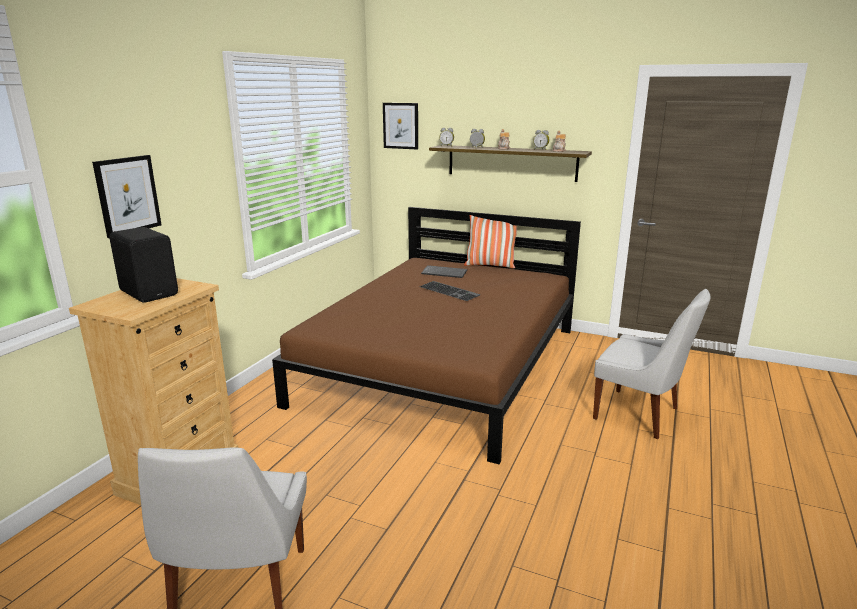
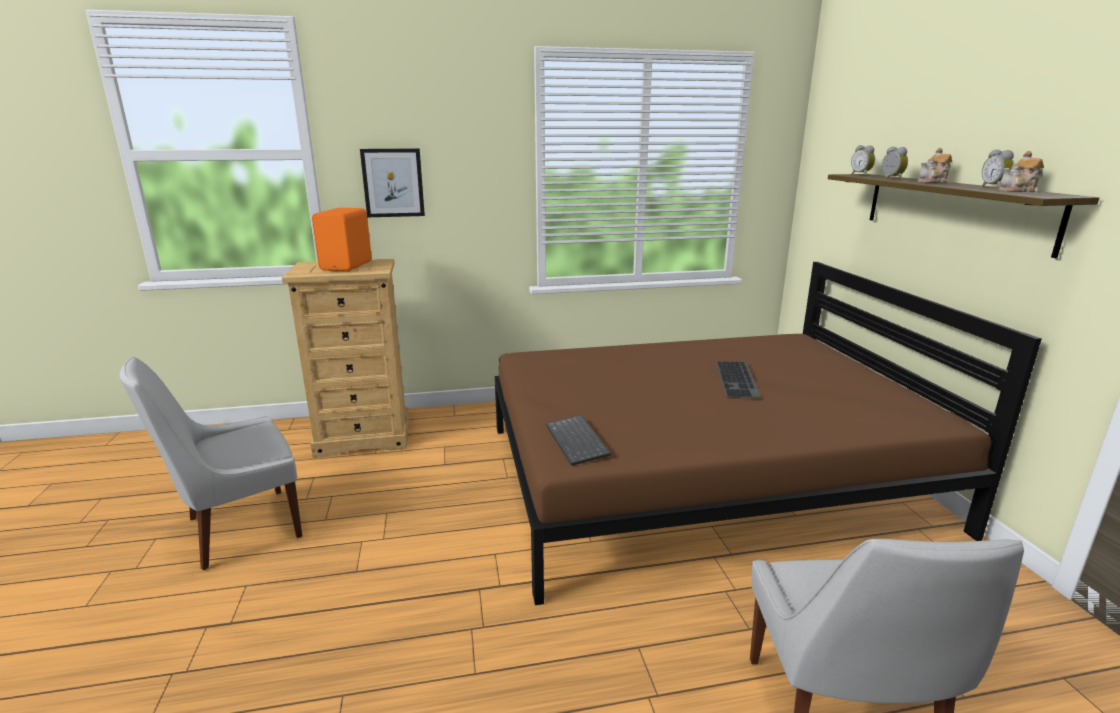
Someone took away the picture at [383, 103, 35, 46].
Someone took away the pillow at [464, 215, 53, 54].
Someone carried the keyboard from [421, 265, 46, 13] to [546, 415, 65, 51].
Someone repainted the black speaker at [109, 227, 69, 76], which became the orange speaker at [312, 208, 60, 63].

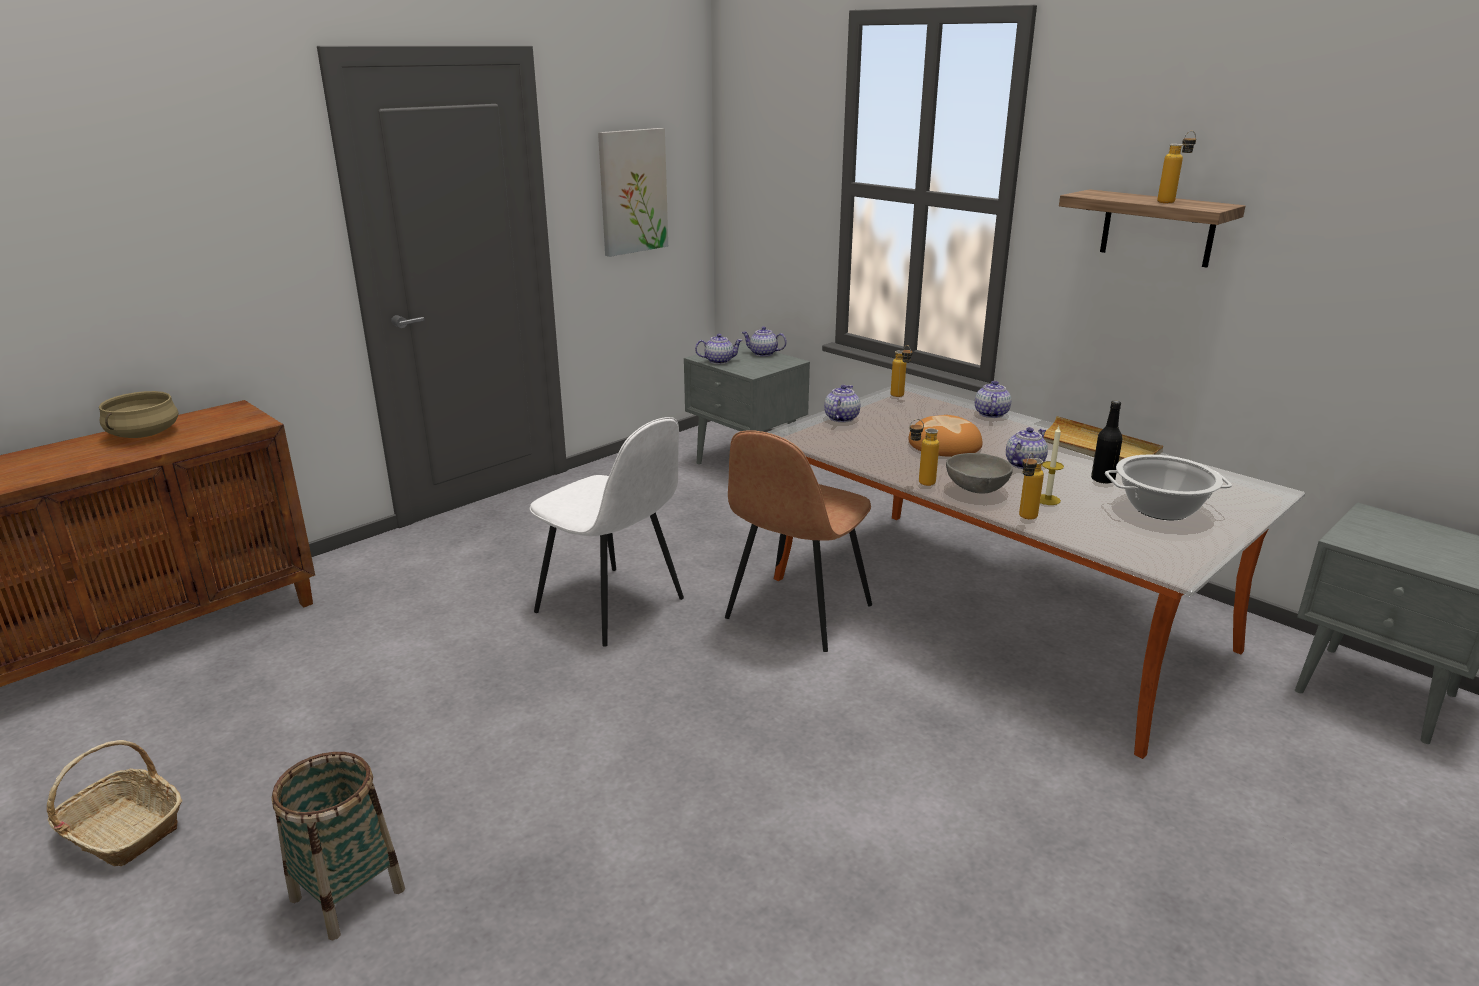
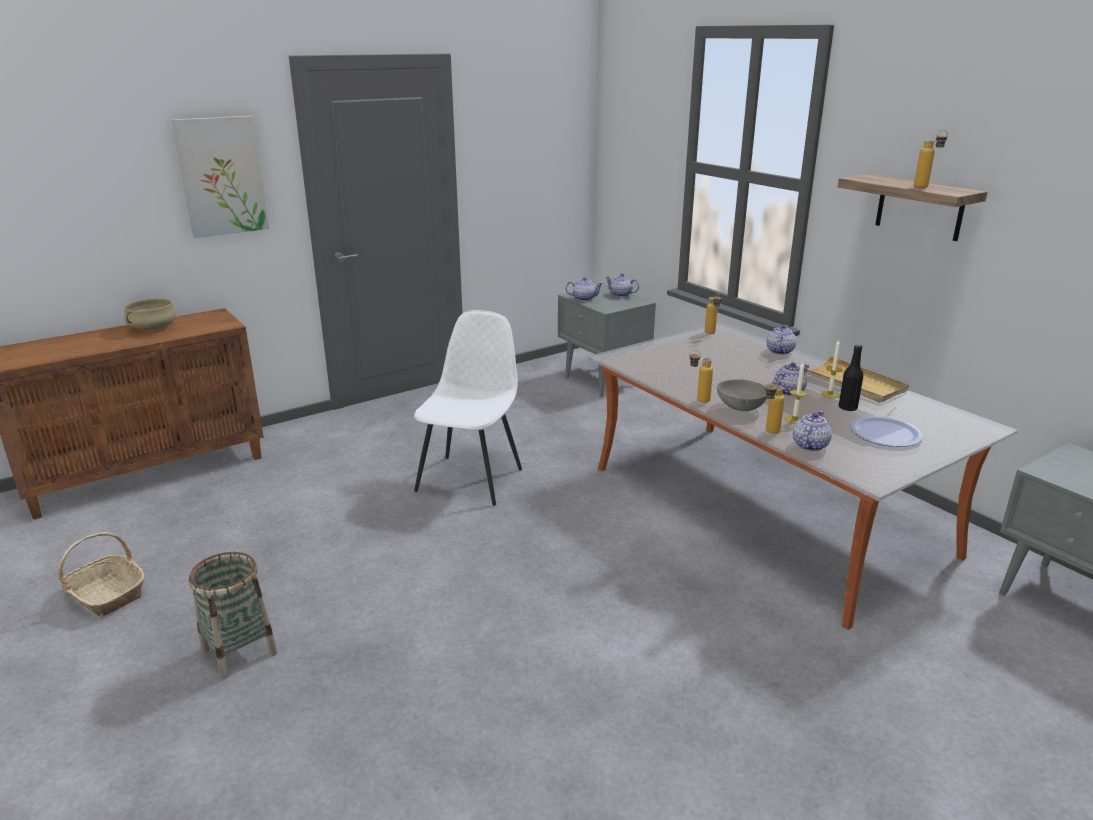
Someone took away the brown chair at [725, 430, 147, 222].
Someone took away the bread at [908, 415, 74, 42].
Someone put down the candle at [821, 340, 21, 58].
Someone carried the picture from [598, 128, 70, 129] to [172, 116, 97, 122].
Someone carried the teapot from [824, 385, 36, 38] to [793, 411, 39, 40].
Someone swapped the cooking pot at [1105, 454, 127, 66] for the plate at [850, 416, 73, 31].
Someone rotated the white chair at [530, 417, 154, 230] by 120 degrees counterclockwise.

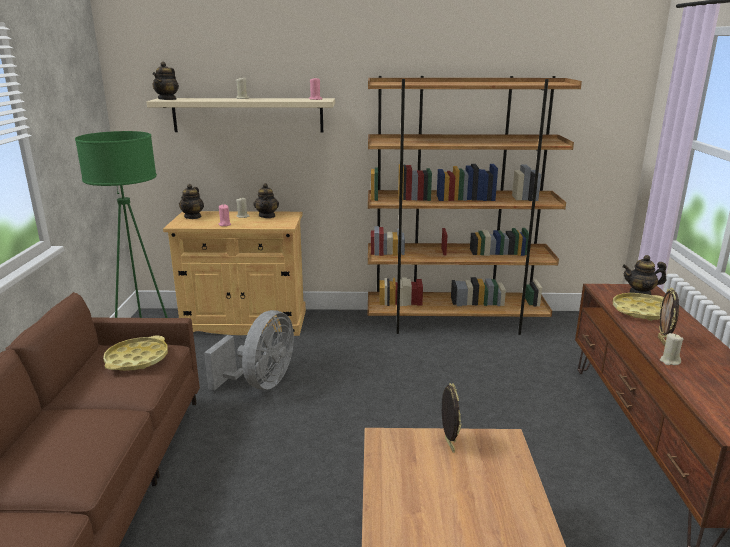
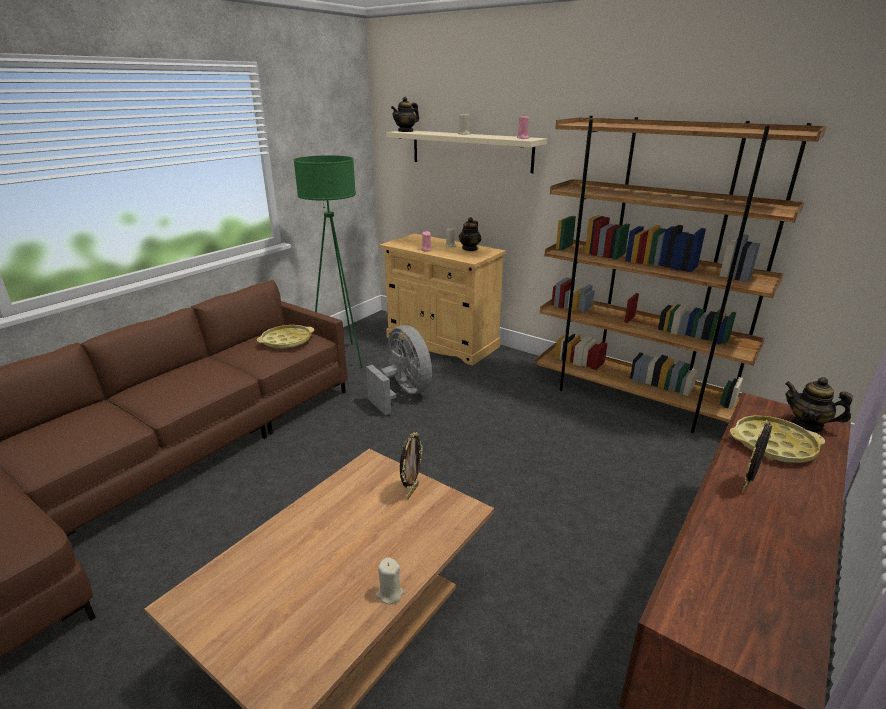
Someone took away the teapot at [179, 184, 25, 35].
Someone carried the beige candle from [660, 333, 23, 32] to [375, 557, 29, 47].
Someone rotated the grey fan at [204, 310, 90, 81] by 90 degrees counterclockwise.

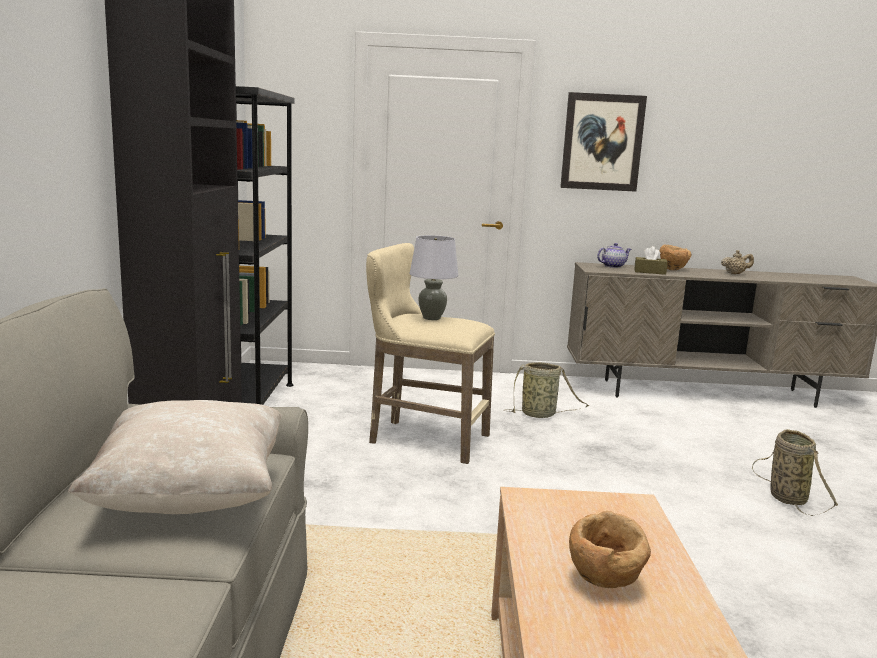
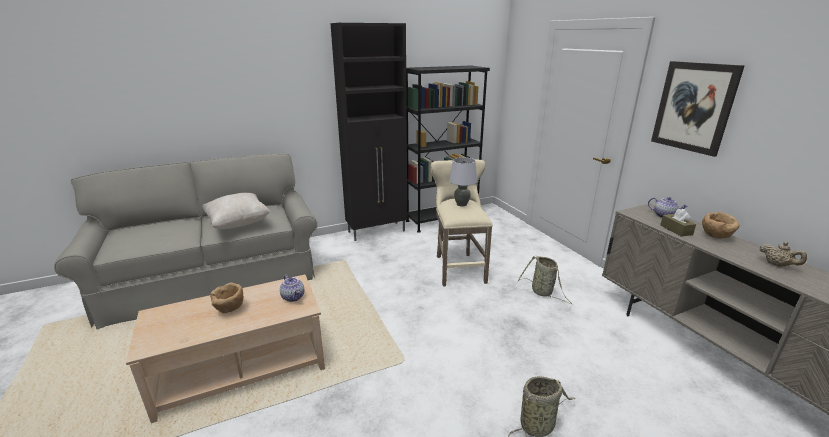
Someone put down the teapot at [280, 275, 24, 27].

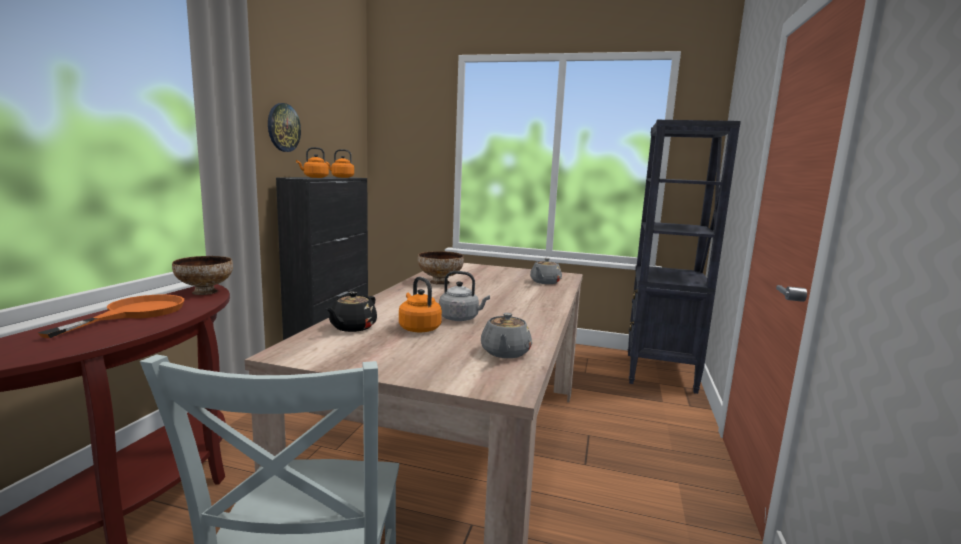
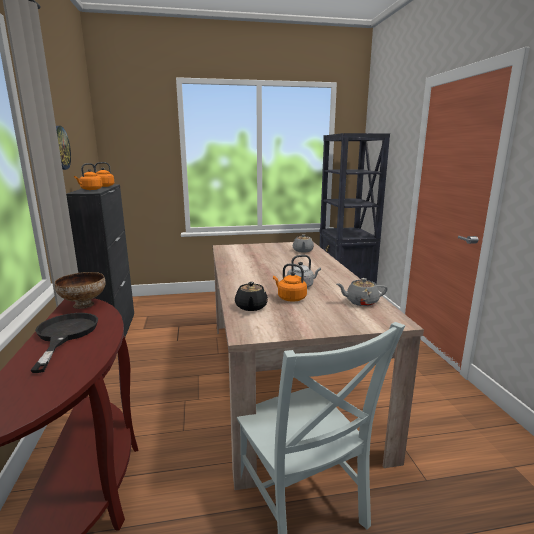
Someone took away the bowl at [418, 251, 46, 34].
Someone repainted the orange frying pan at [38, 295, 146, 43], which became the black frying pan at [31, 313, 67, 60].
Someone rotated the grey teapot at [481, 313, 51, 45] by 105 degrees clockwise.

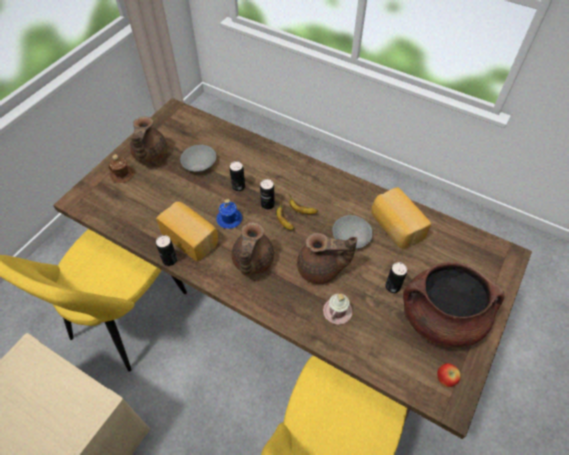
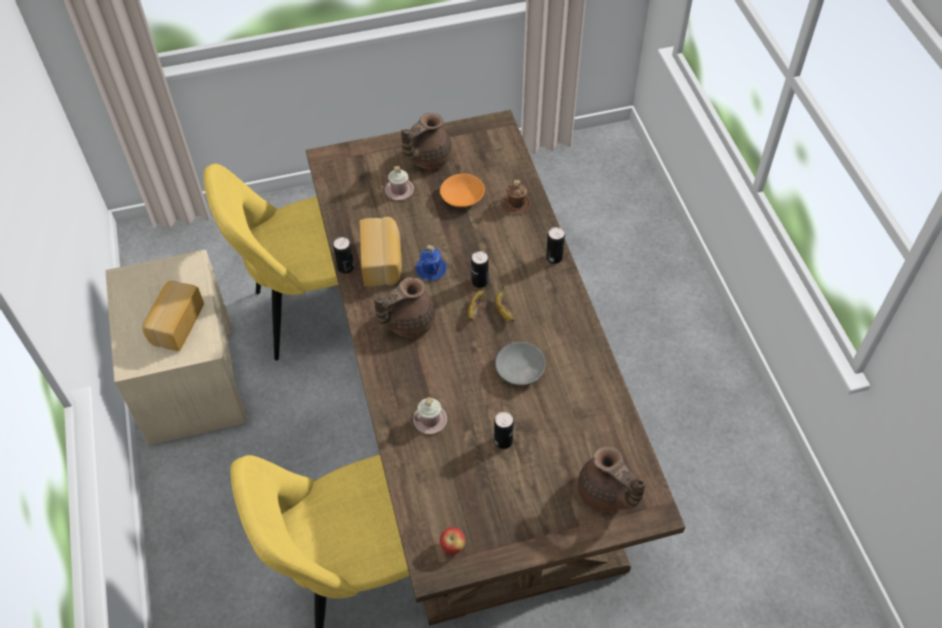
Someone took away the brown cooking pot at [403, 262, 102, 86].
Someone put down the pink mug at [385, 166, 29, 34].
Someone carried the brown mug from [108, 154, 26, 29] to [502, 180, 29, 34].
Someone carried the can from [230, 161, 15, 30] to [546, 227, 19, 37].
Someone carried the brown teapot from [297, 233, 60, 51] to [578, 446, 68, 66].
Someone carried the bread from [371, 187, 60, 62] to [142, 280, 62, 71].
Someone repainted the grey bowl at [180, 145, 36, 27], which became the orange bowl at [440, 173, 45, 34].

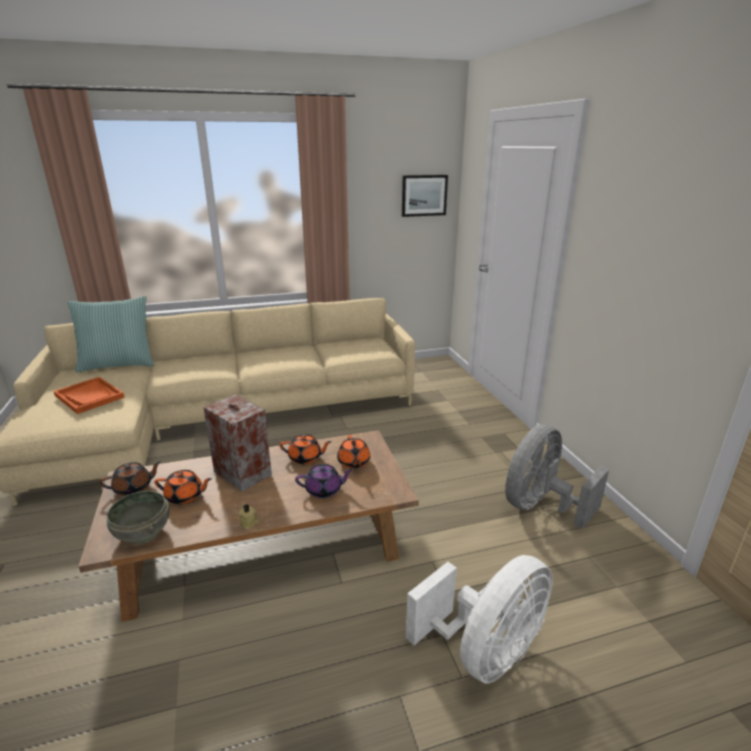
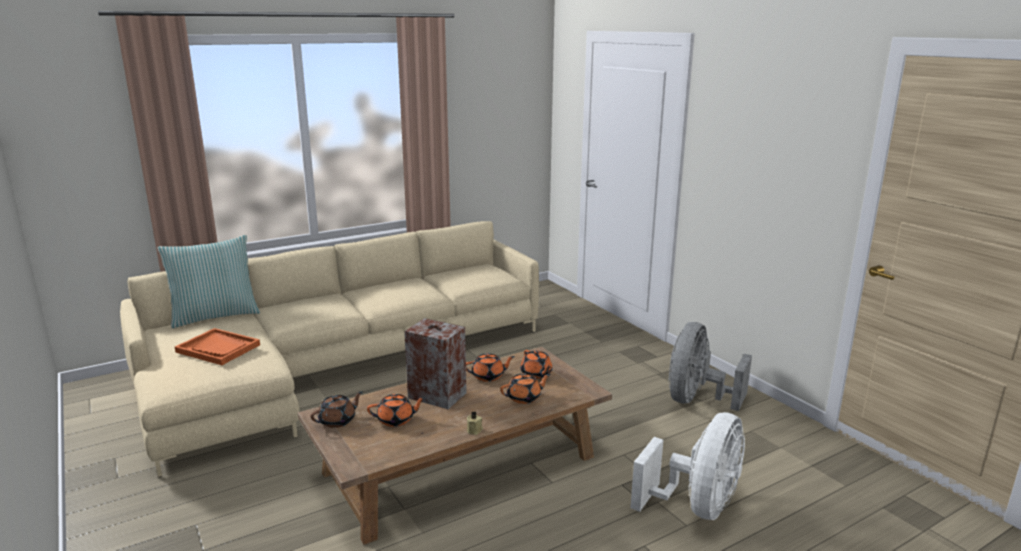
Someone took away the grey bowl at [106, 491, 64, 53].
Someone took away the picture at [402, 175, 46, 42].
Someone repainted the purple teapot at [295, 464, 59, 34], which became the orange teapot at [500, 373, 50, 31].

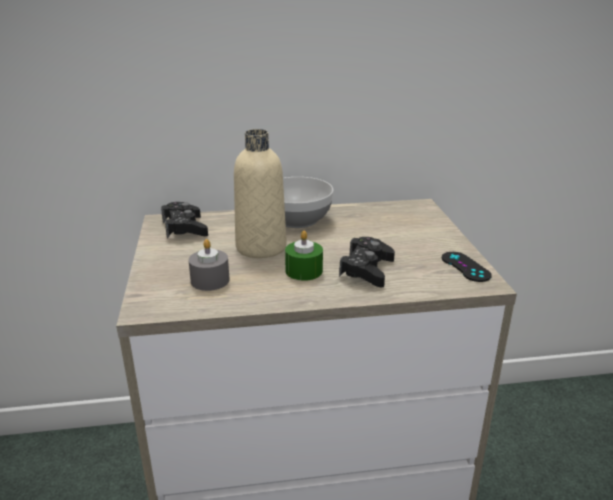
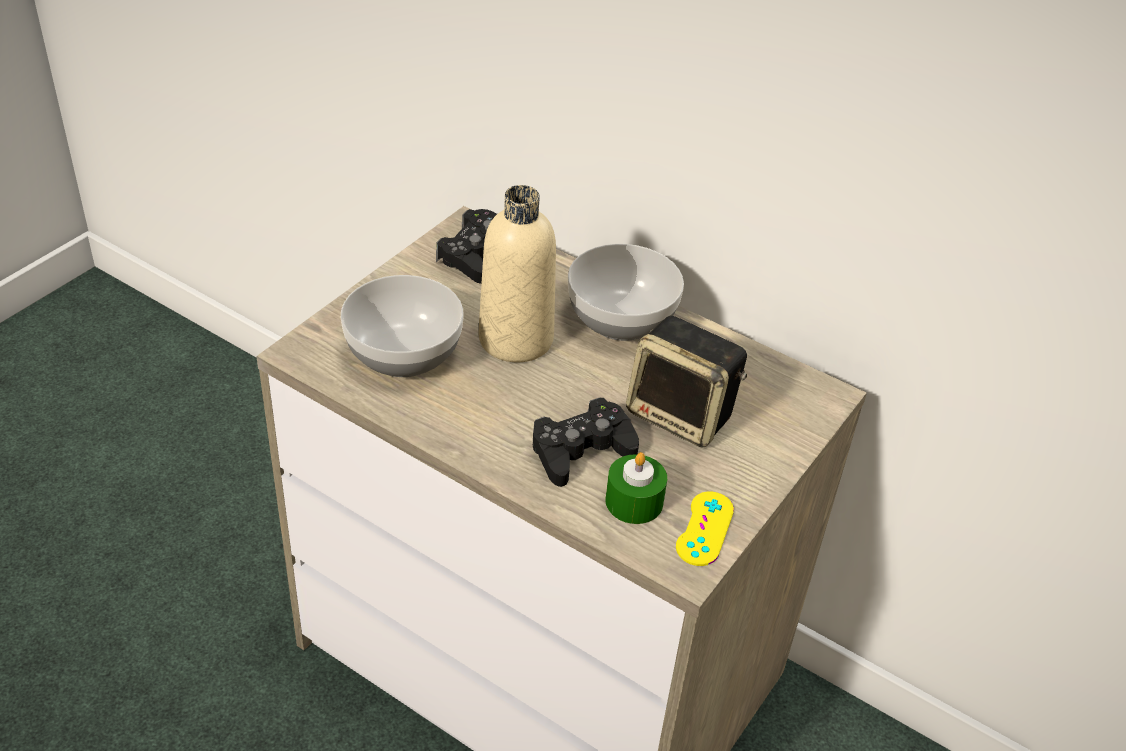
Someone put down the speaker at [626, 316, 121, 132].
Someone carried the green candle from [285, 230, 38, 51] to [606, 452, 61, 72].
Someone swapped the grey candle at [188, 239, 42, 52] for the bowl at [341, 275, 123, 102].
Someone repainted the black game controller at [442, 252, 50, 30], which became the yellow game controller at [676, 491, 58, 75].

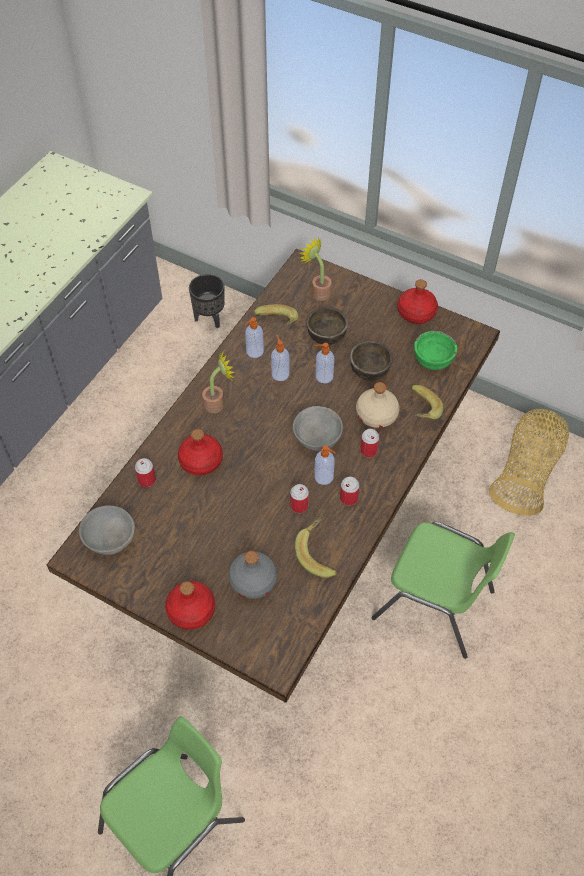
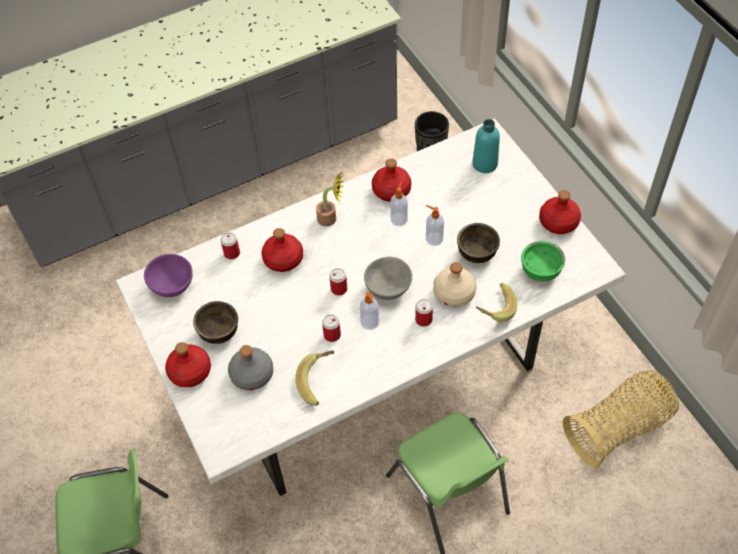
Someone took away the banana at [253, 304, 46, 22].
Someone carried the brown bowl from [306, 307, 42, 39] to [193, 301, 45, 43].
Someone carried the can from [340, 477, 19, 29] to [329, 268, 18, 27].
Someone swapped the soap dispenser at [245, 317, 19, 41] for the red bottle at [372, 159, 39, 43].
Someone swapped the potted plant at [300, 237, 31, 64] for the turquoise bottle at [472, 119, 28, 54].
Someone repainted the brown dining table at [47, 249, 453, 454], which became the white dining table at [116, 119, 510, 377].
Someone repainted the grey bowl at [79, 505, 56, 50], which became the purple bowl at [144, 254, 49, 43].

